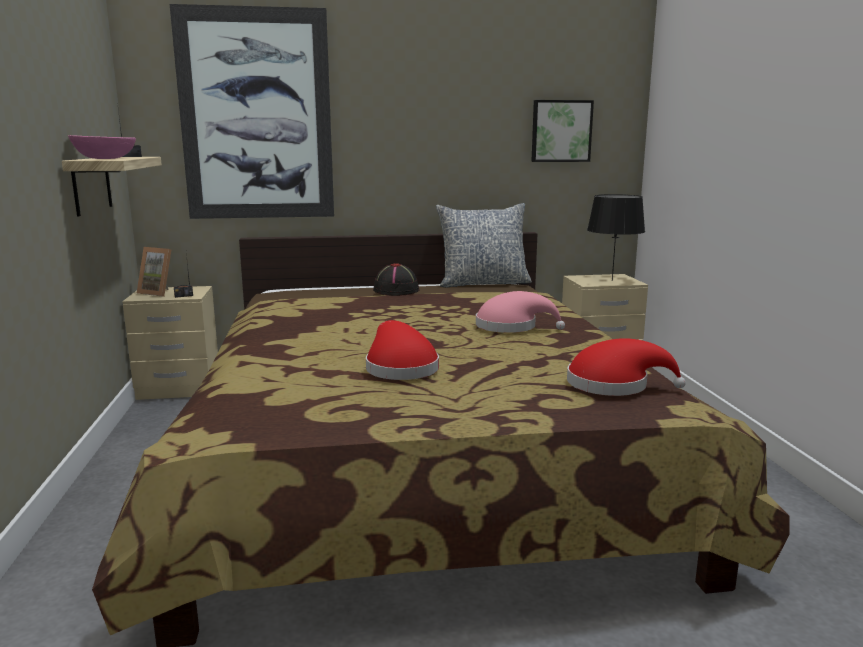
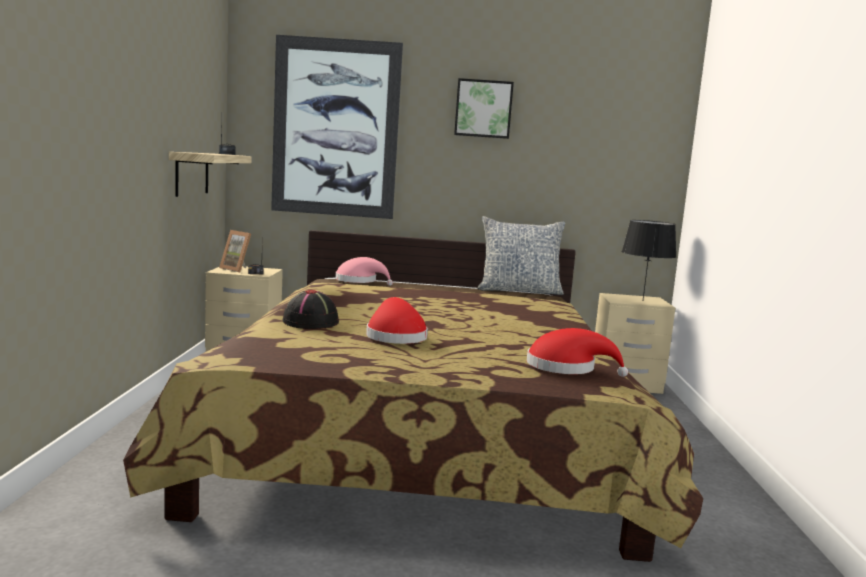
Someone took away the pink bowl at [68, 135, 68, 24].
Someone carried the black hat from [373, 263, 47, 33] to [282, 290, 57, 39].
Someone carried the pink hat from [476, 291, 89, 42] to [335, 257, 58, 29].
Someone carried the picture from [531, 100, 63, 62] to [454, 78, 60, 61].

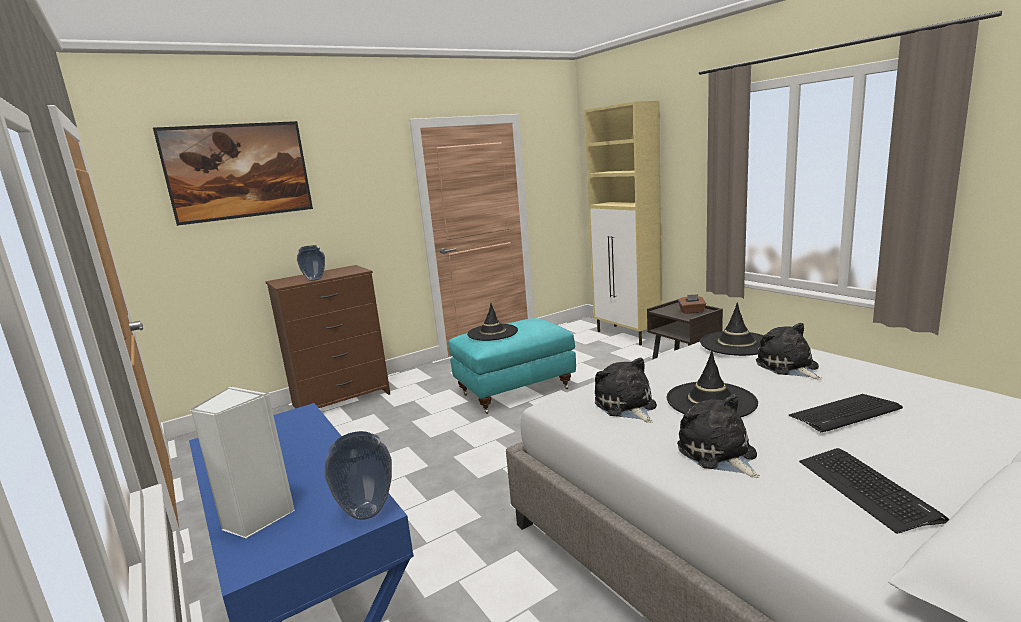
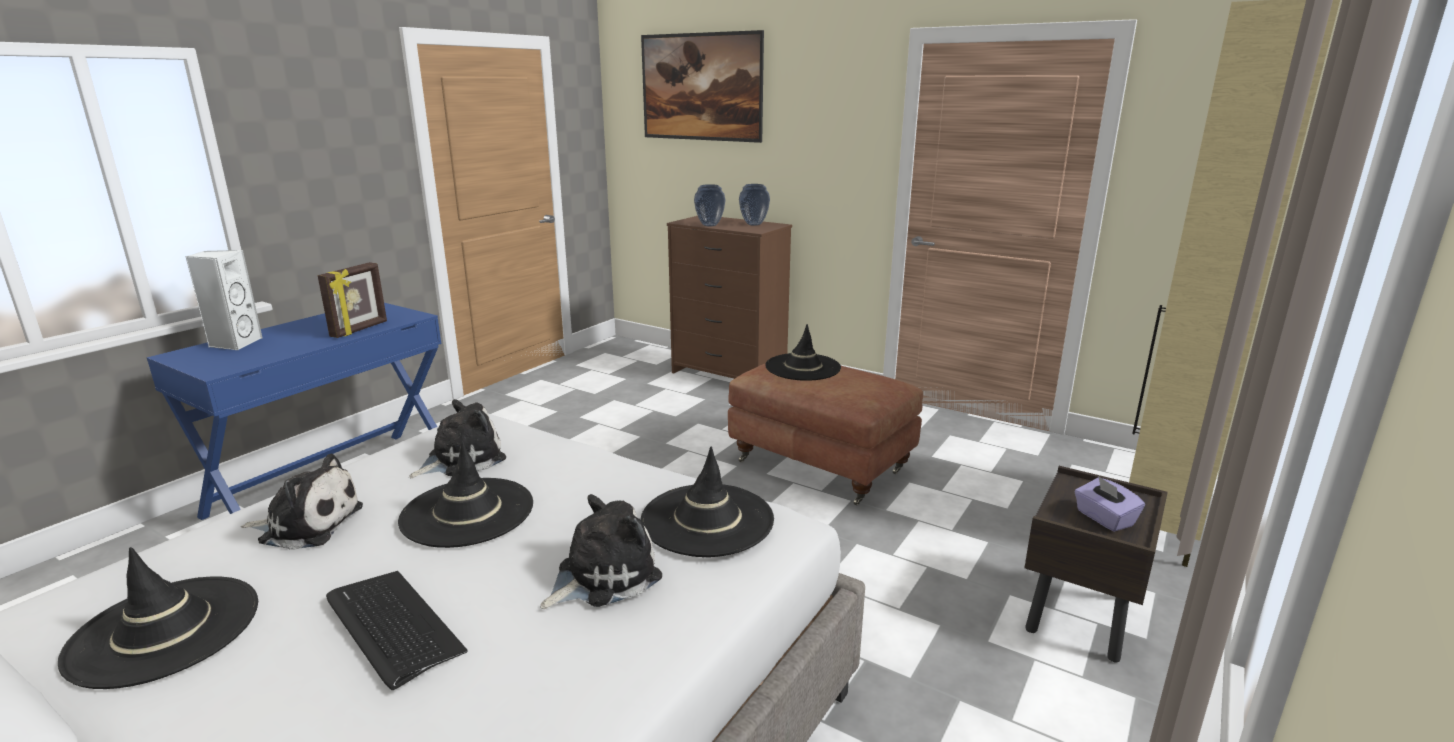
Someone put down the picture frame at [318, 262, 69, 76].
Someone carried the vase from [324, 431, 68, 89] to [739, 184, 31, 42].
Someone swapped the keyboard at [800, 448, 150, 86] for the black hat at [58, 547, 200, 142].
Someone repainted the turquoise ottoman at [448, 318, 128, 96], which became the brown ottoman at [728, 363, 195, 142].
Someone repainted the brown tissue box at [678, 294, 28, 20], which became the purple tissue box at [1075, 476, 70, 56].
Someone rotated the plush toy at [677, 394, 83, 84] by 45 degrees clockwise.

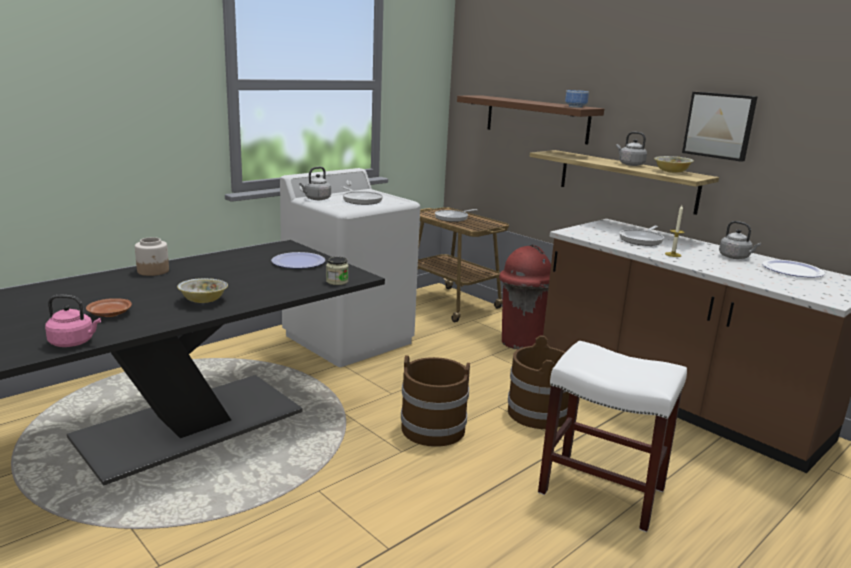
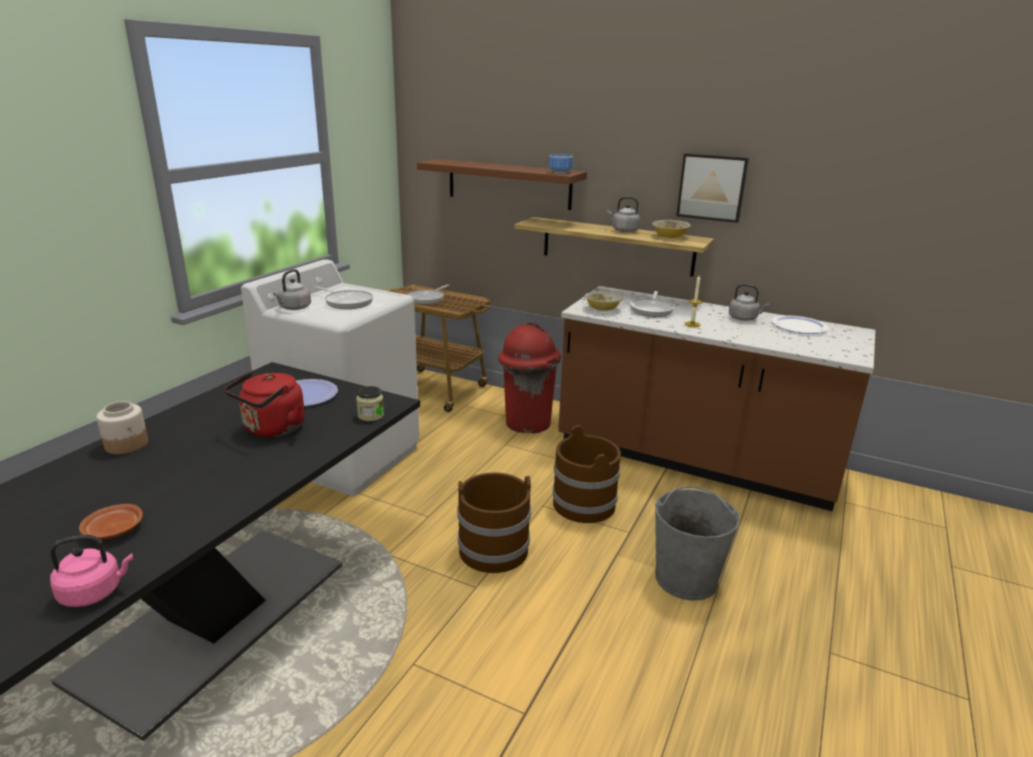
Someone put down the red kettle at [224, 372, 81, 65].
Someone carried the bowl from [177, 278, 51, 25] to [585, 292, 38, 19].
Someone swapped the white stool at [538, 341, 149, 191] for the grey bucket at [655, 486, 85, 115].

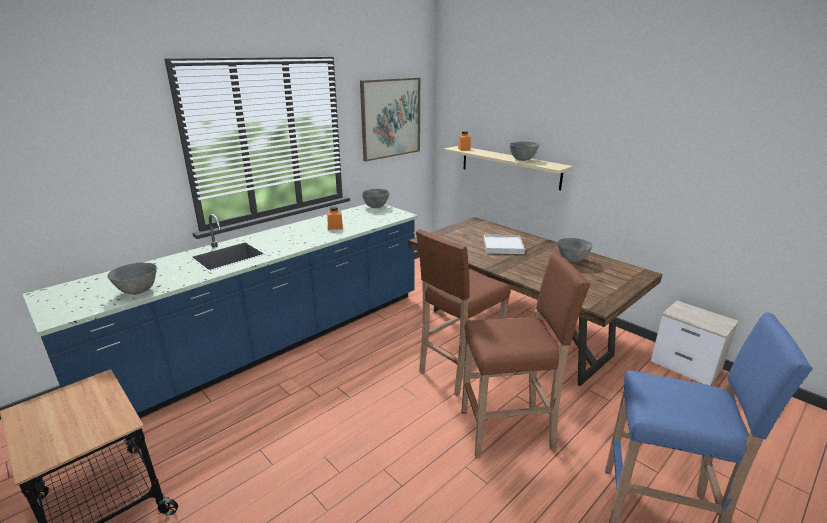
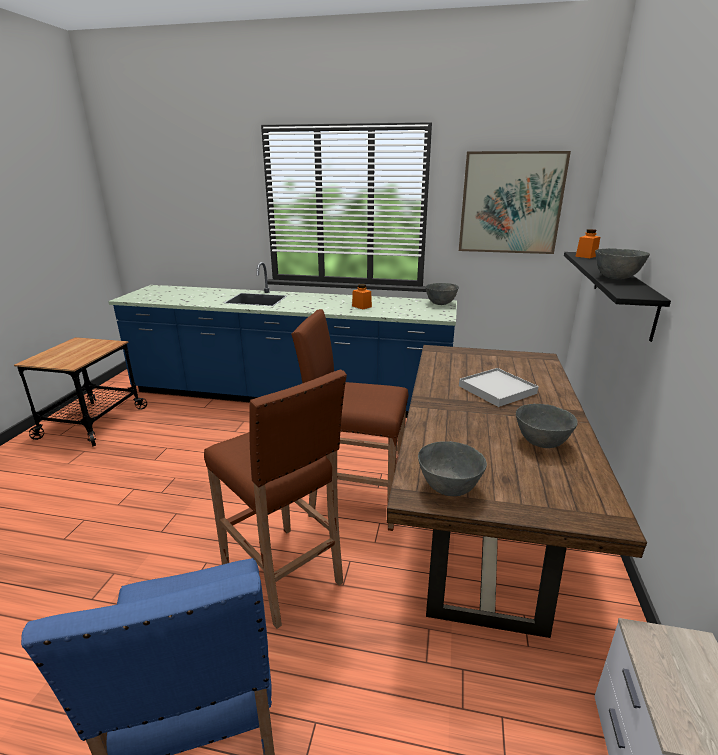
Someone carried the grey bowl from [107, 262, 50, 32] to [418, 441, 69, 55].
Someone repainted the beige shelf at [444, 146, 129, 44], which became the black shelf at [564, 252, 107, 90].

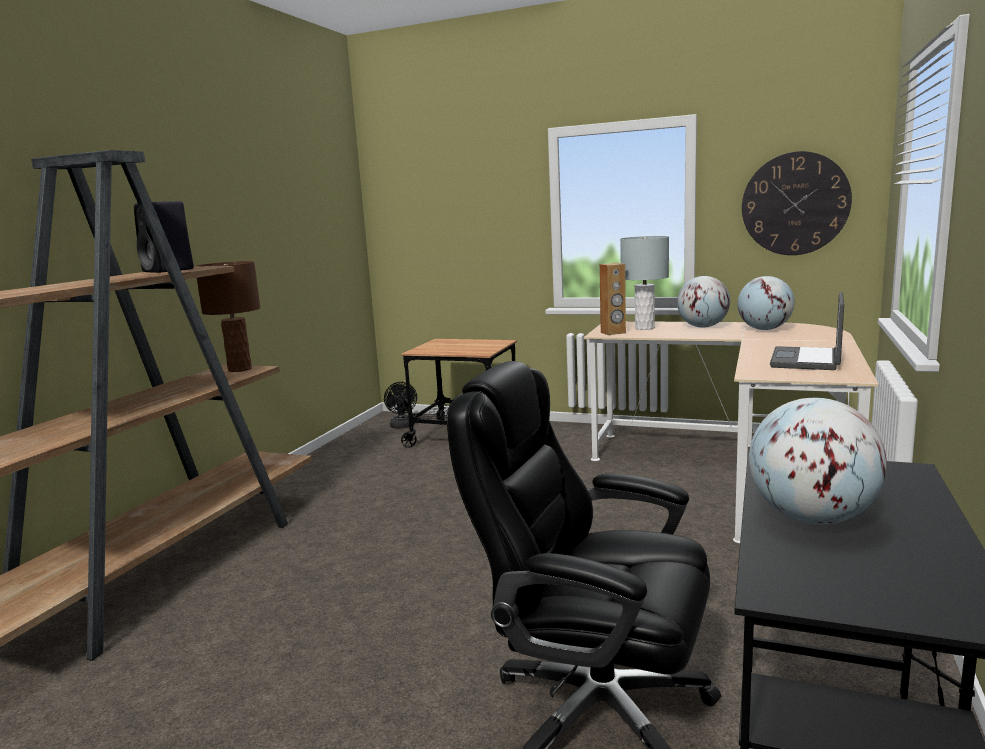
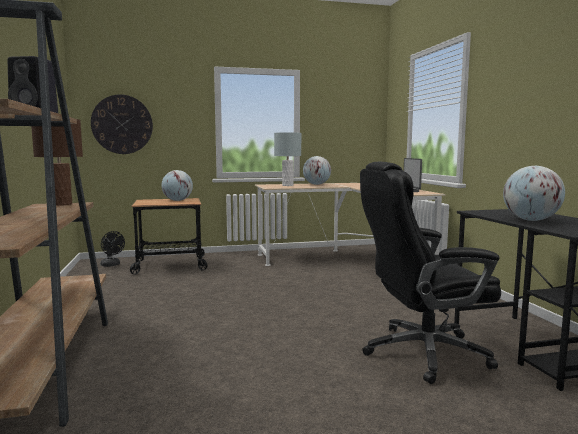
Someone took away the brown speaker at [599, 263, 27, 72].
Someone carried the globe from [737, 276, 58, 54] to [162, 170, 31, 31].
Someone carried the wall clock from [742, 151, 110, 104] to [91, 95, 62, 59].

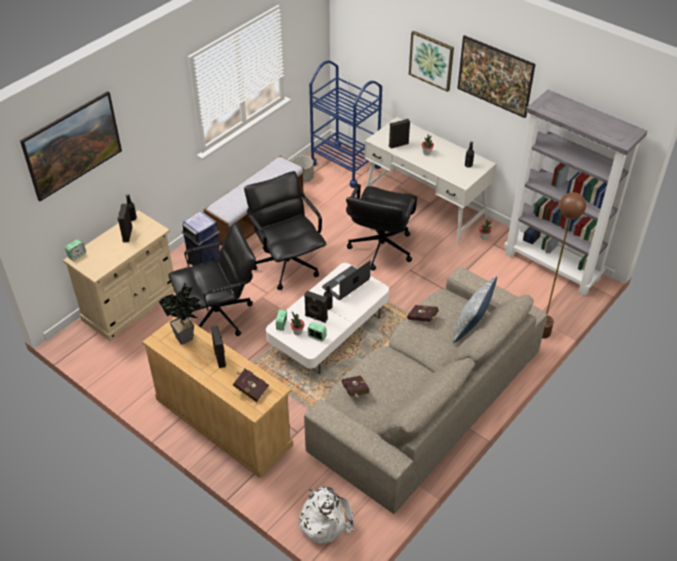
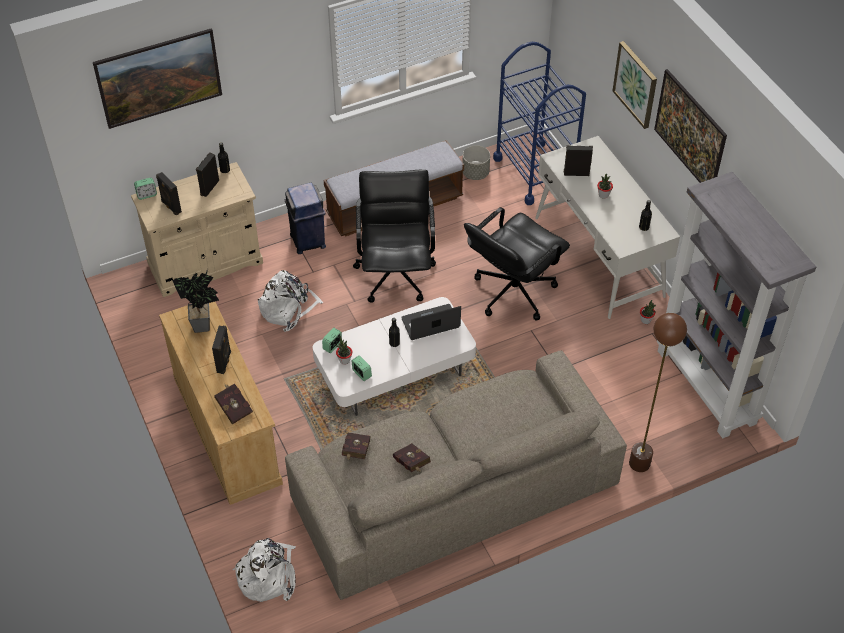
Someone took away the pillow at [452, 276, 45, 67].
Someone carried the black speaker from [304, 291, 24, 32] to [156, 172, 26, 43].
Someone carried the red book from [407, 305, 32, 17] to [393, 443, 38, 29].
Someone swapped the black office chair at [169, 222, 87, 114] for the white backpack at [258, 270, 66, 62].

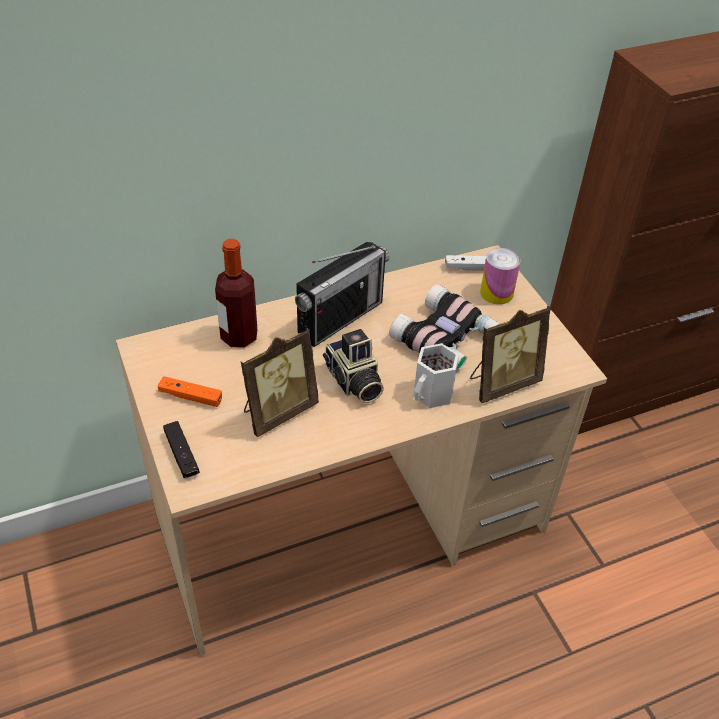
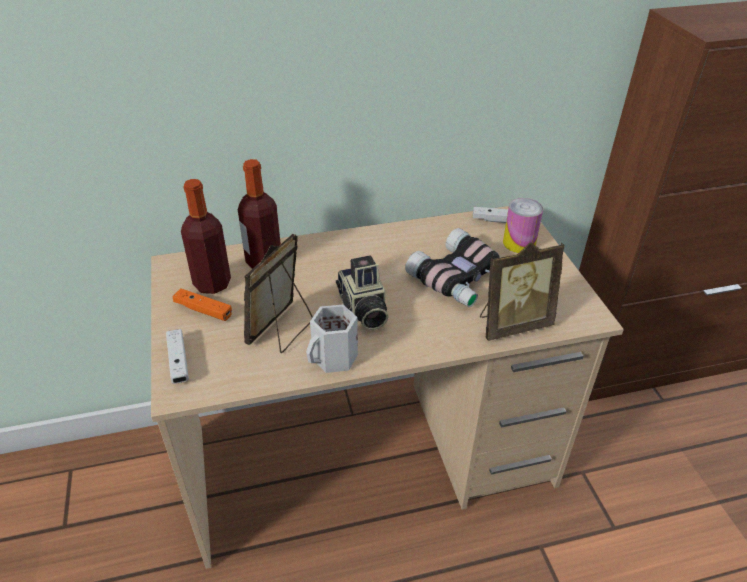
Someone took away the radio at [295, 242, 94, 105].
Someone put down the bottle at [181, 179, 50, 115].
Someone carried the white mug from [413, 343, 46, 65] to [306, 305, 52, 68].
Someone repainted the black game controller at [163, 421, 37, 57], which became the white game controller at [166, 329, 23, 55].
Someone rotated the picture frame at [241, 328, 78, 109] by 150 degrees clockwise.

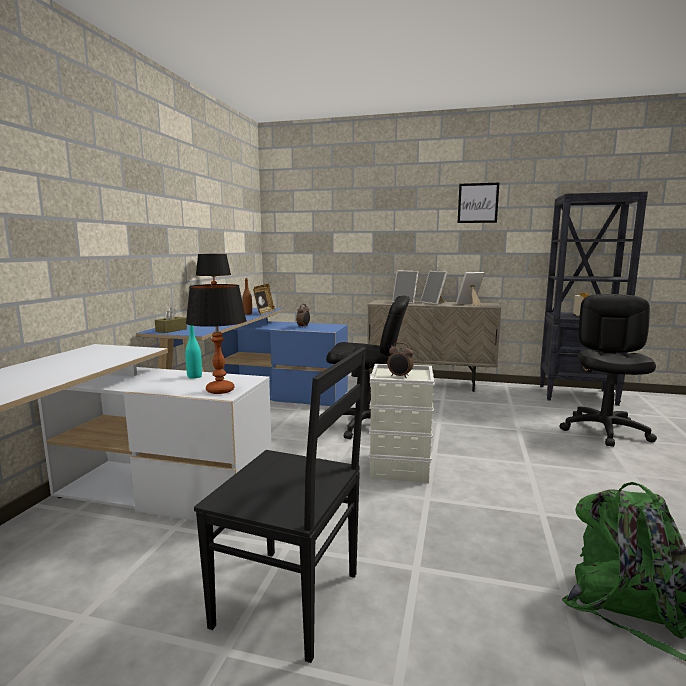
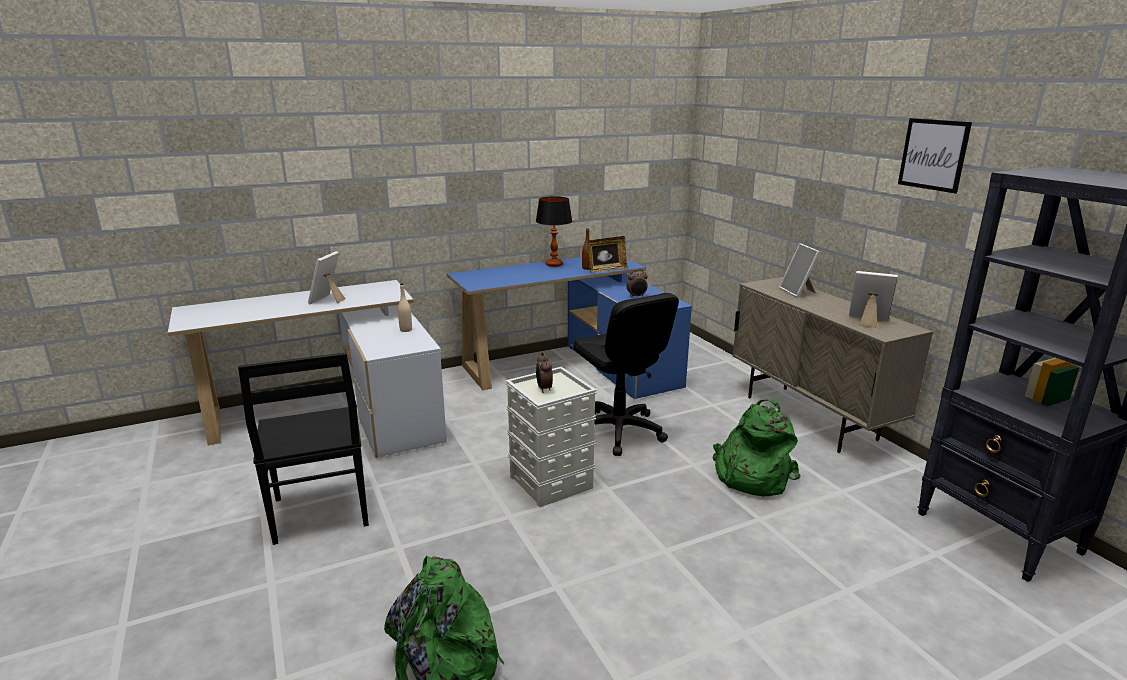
Someone took away the brown tissue box at [155, 307, 32, 26].
Someone took away the table lamp at [186, 284, 61, 110].
Someone took away the black office chair at [559, 294, 98, 153].
Someone put down the green backpack at [713, 399, 87, 97].
Someone carried the picture frame from [420, 271, 27, 34] to [308, 251, 38, 53].
Someone repainted the turquoise bottle at [185, 325, 17, 54], which became the beige bottle at [398, 283, 14, 49].

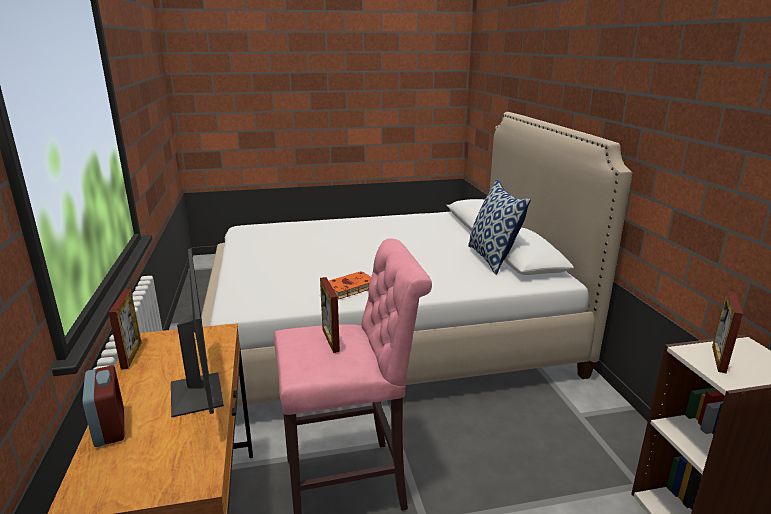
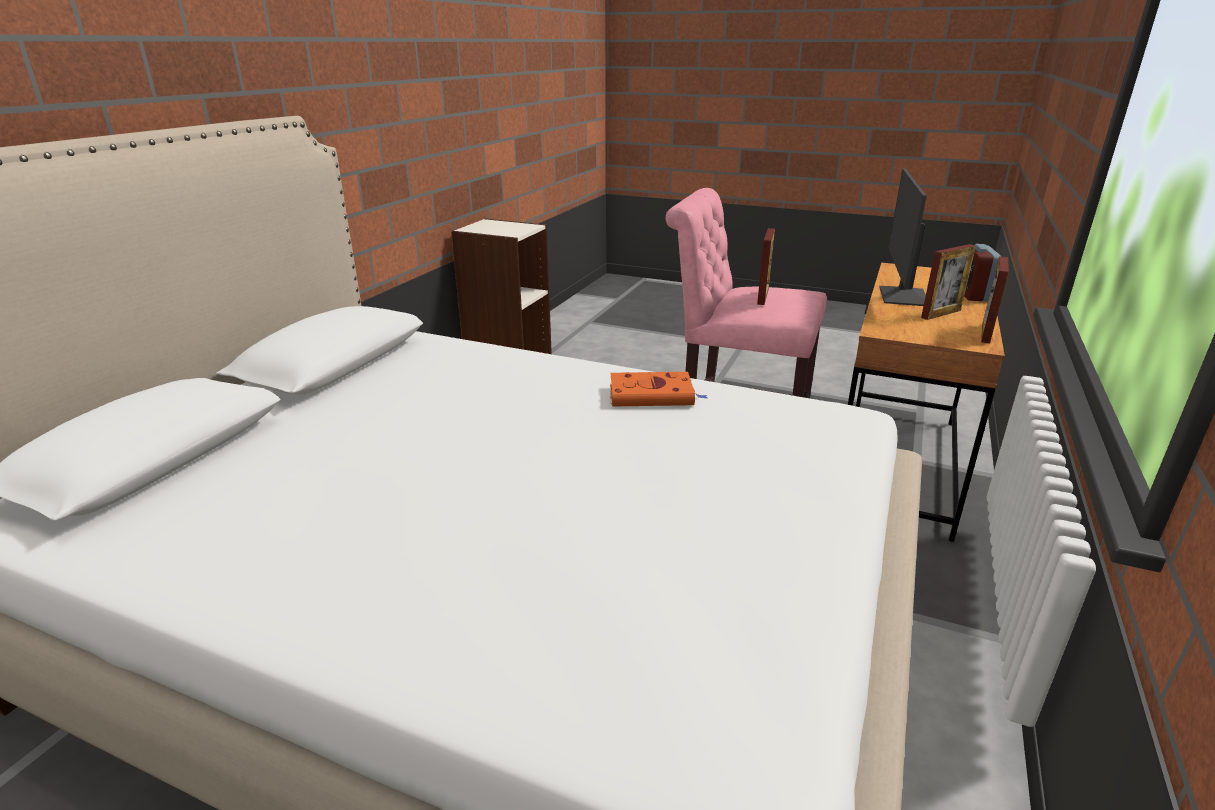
Someone took away the pillow at [468, 179, 63, 96].
Someone carried the picture frame from [712, 291, 31, 82] to [921, 244, 55, 76].

